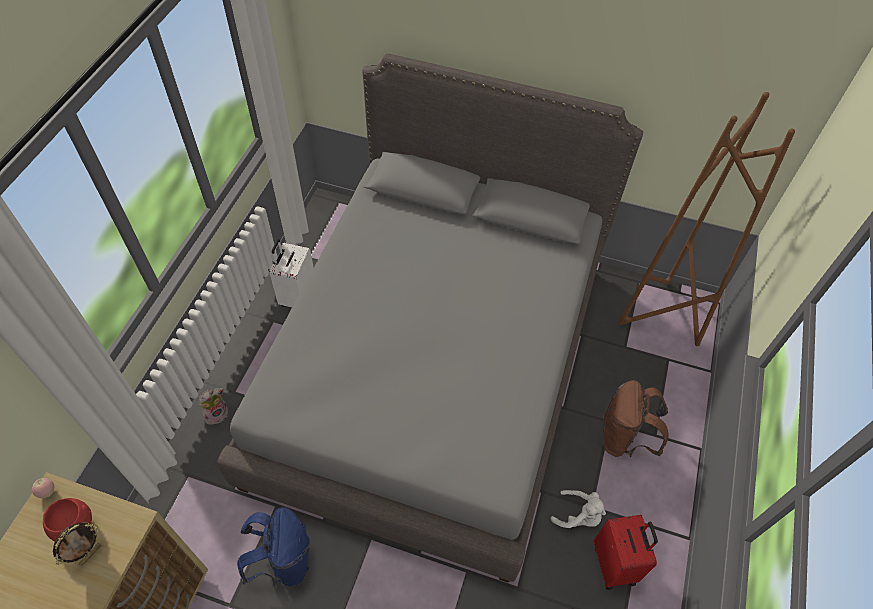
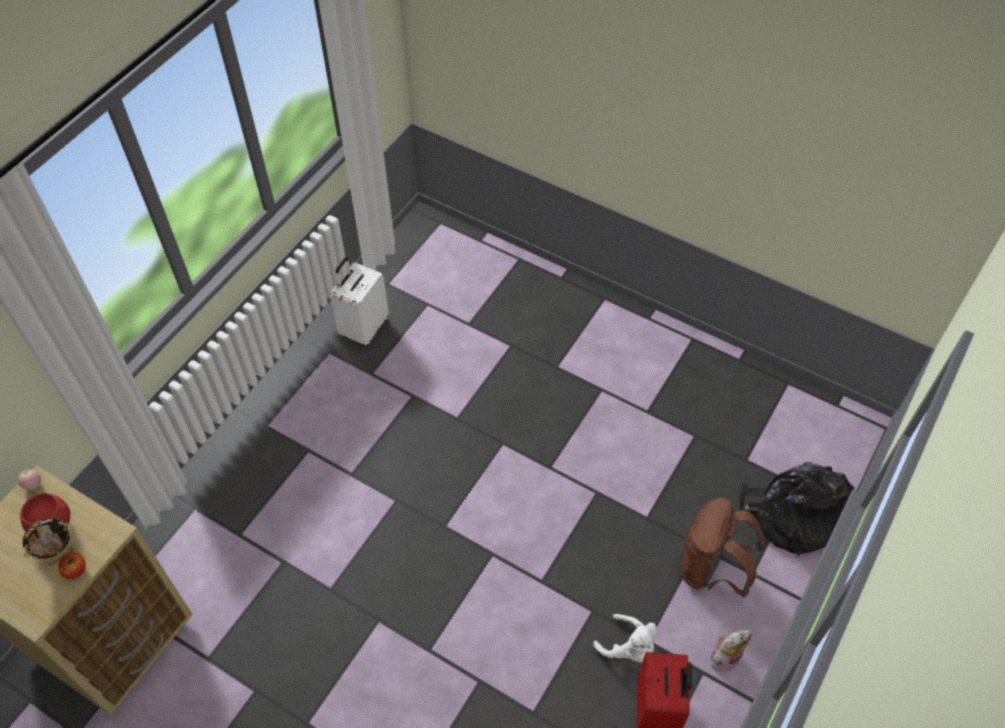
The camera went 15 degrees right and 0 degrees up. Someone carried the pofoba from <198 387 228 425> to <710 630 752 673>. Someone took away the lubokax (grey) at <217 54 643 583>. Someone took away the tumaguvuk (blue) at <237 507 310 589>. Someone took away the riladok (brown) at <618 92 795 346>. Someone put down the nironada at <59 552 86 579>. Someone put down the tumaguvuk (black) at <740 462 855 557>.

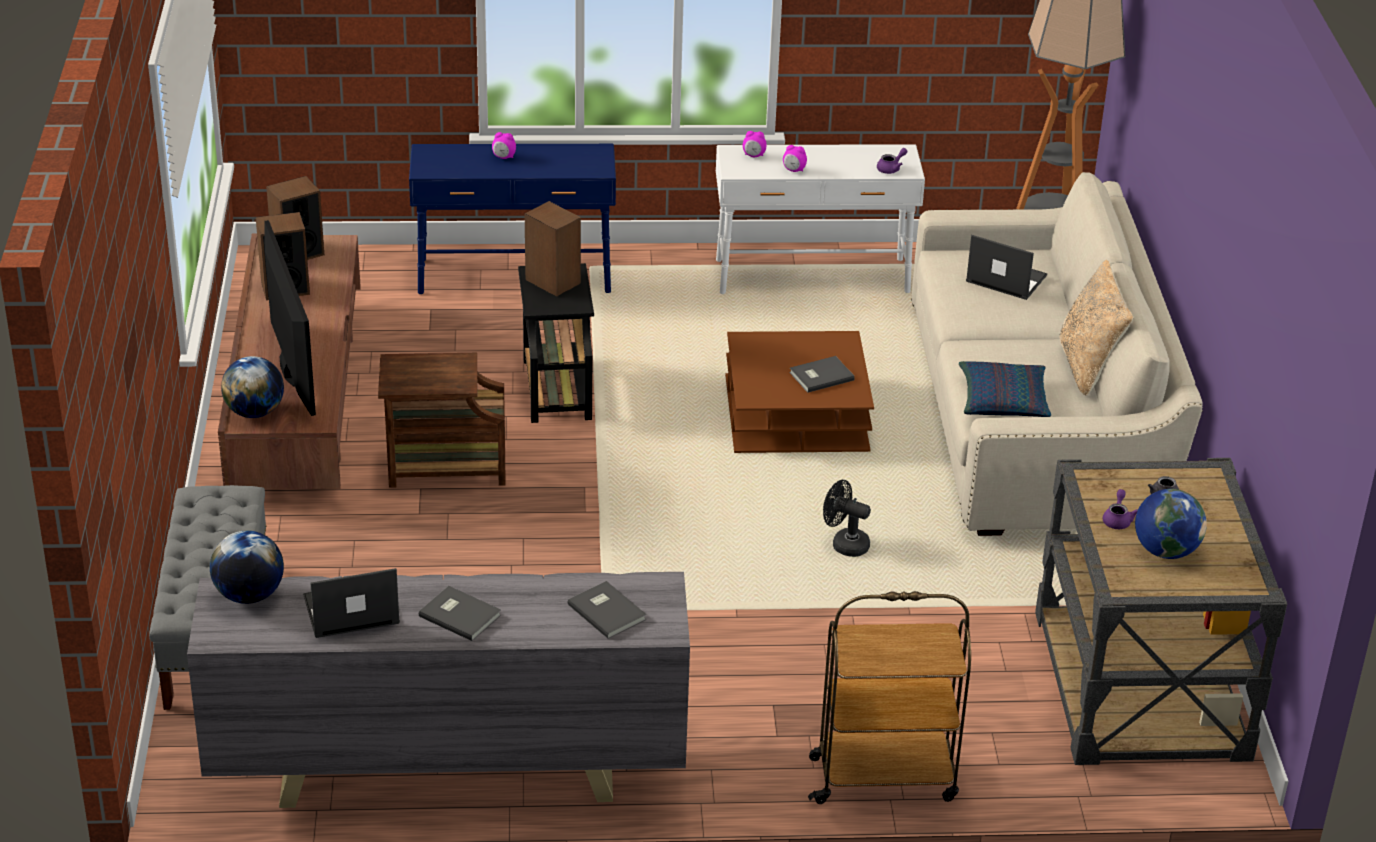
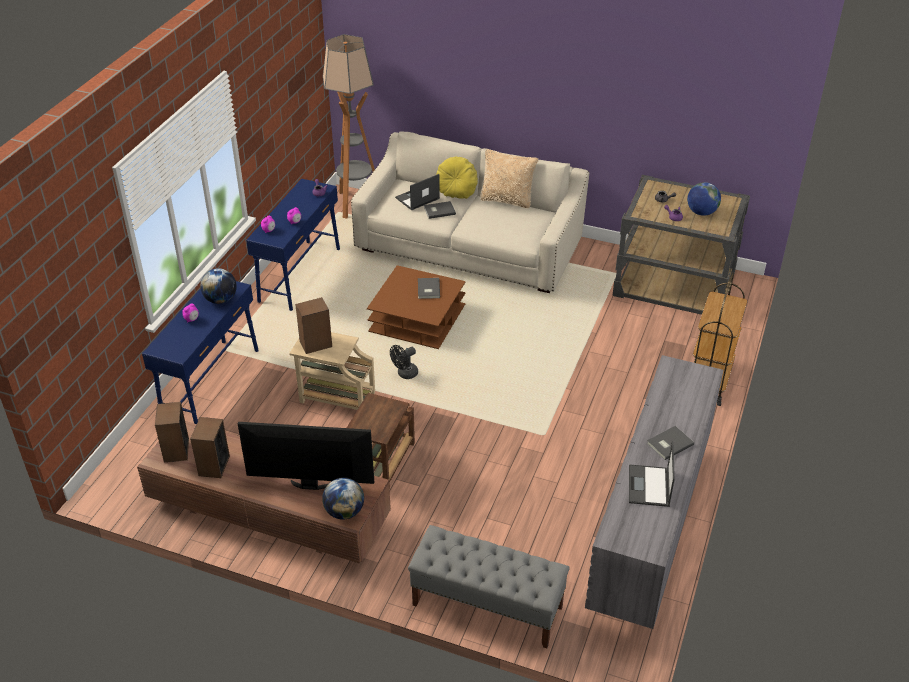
The camera went 65 degrees left and 5 degrees up. Someone carried the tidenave from <210 530 284 604> to <200 268 237 304>. Someone repainted the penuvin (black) at <518 263 594 423>, which became the penuvin (beige) at <289 332 375 410>. Someone carried the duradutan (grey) from <567 581 646 639> to <424 201 456 219>. Someone repainted the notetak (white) at <716 144 925 294>, which became the notetak (blue) at <246 179 340 311>. Someone carried the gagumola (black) from <823 480 871 557> to <390 345 418 379>. Someone took away the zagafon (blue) at <959 361 1051 417>. Someone put down the zagafon (yellow) at <436 157 478 199>.

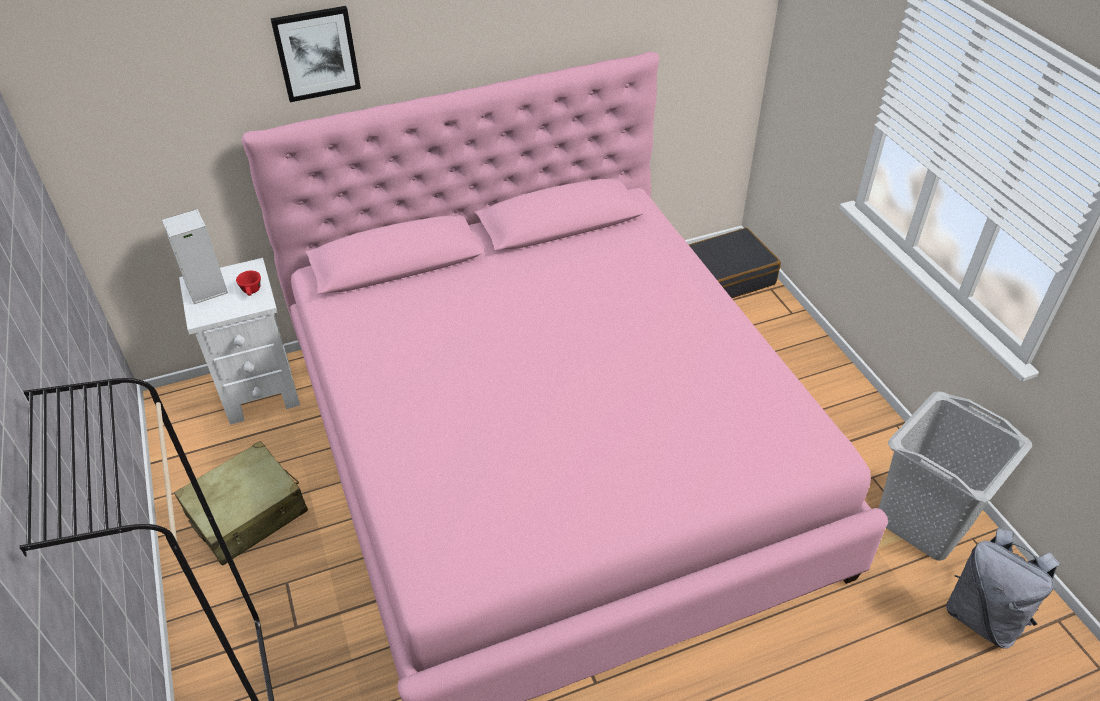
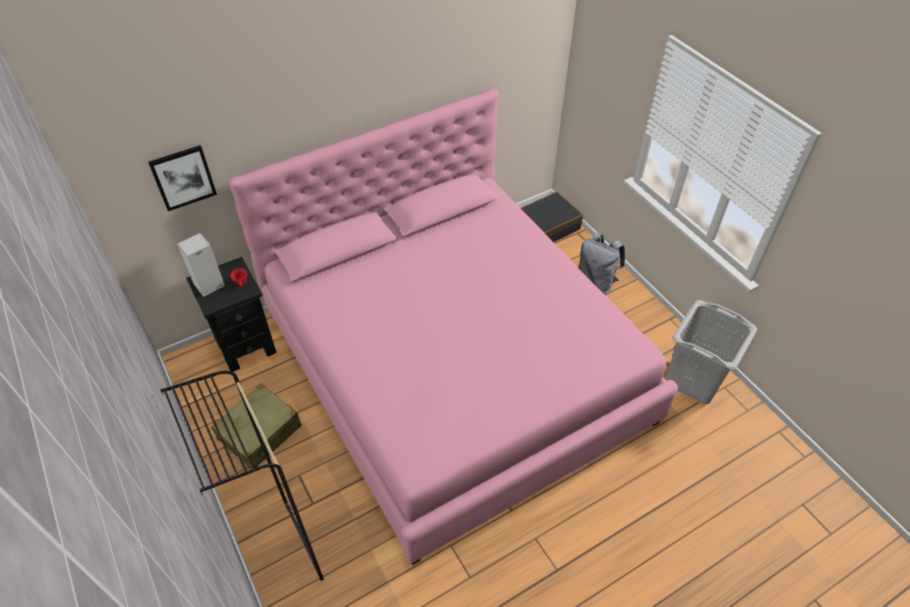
The camera went 10 degrees left and 5 degrees up. Someone repainted the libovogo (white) at <179 258 300 425>, which became the libovogo (black) at <186 257 277 372>. Someone carried the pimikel from <270 6 361 102> to <148 145 217 211>. Someone carried the tumaguvuk (grey) from <946 528 1060 649> to <579 233 625 295>.

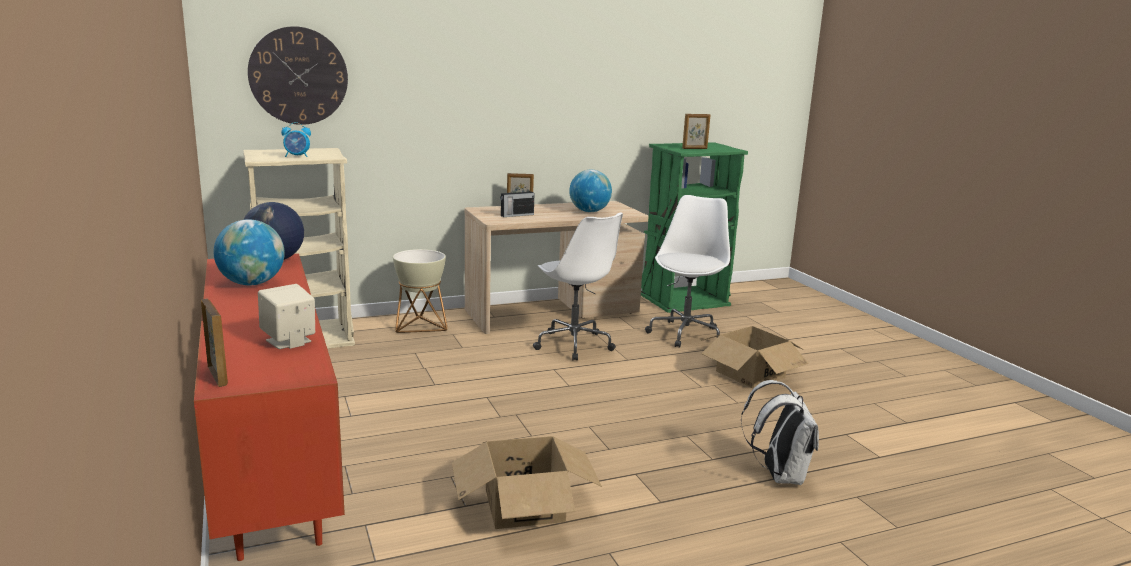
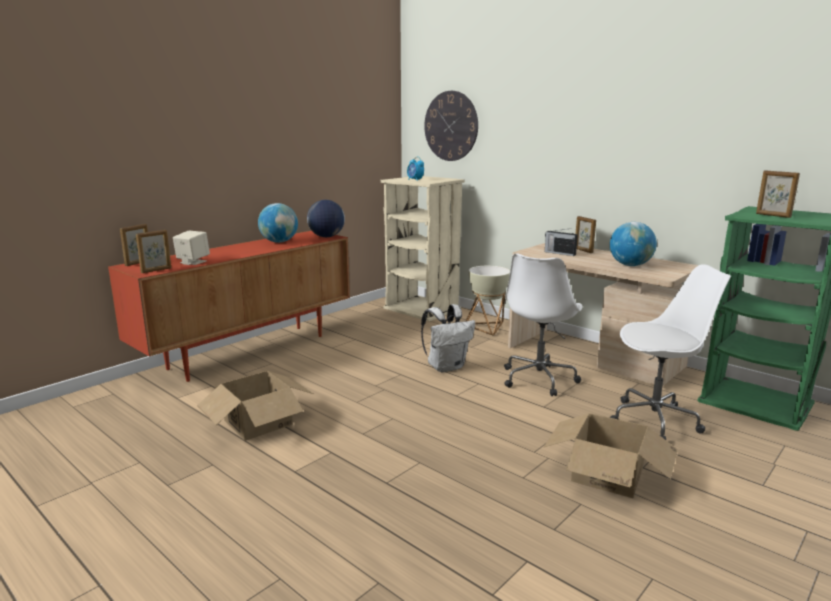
The camera went 65 degrees right and 0 degrees up. Someone carried the tumaguvuk (white) from <741 380 819 485> to <421 304 475 373>. Someone put down the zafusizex at <136 230 171 273>.

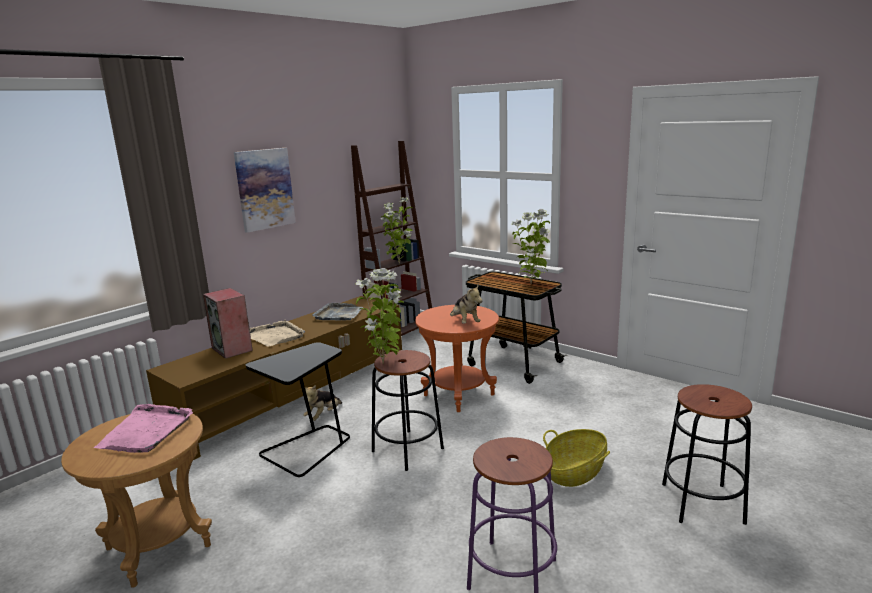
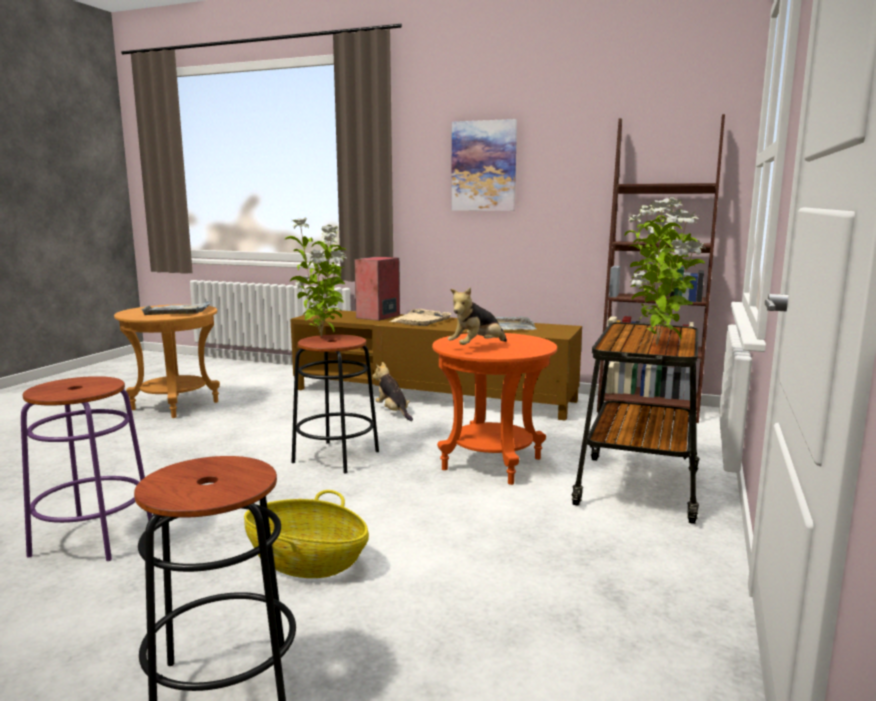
The camera went 70 degrees right and 5 degrees down. Someone repainted the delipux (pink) at <94 404 193 453>, which became the delipux (grey) at <141 301 211 315>. Someone took away the penuvin (black) at <246 342 350 477>. Someone rotated the pofoba at <303 385 342 421> by 45 degrees clockwise.

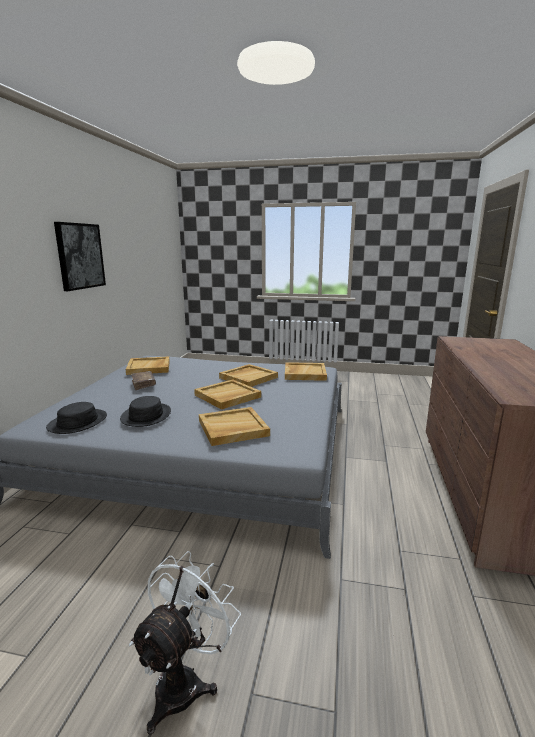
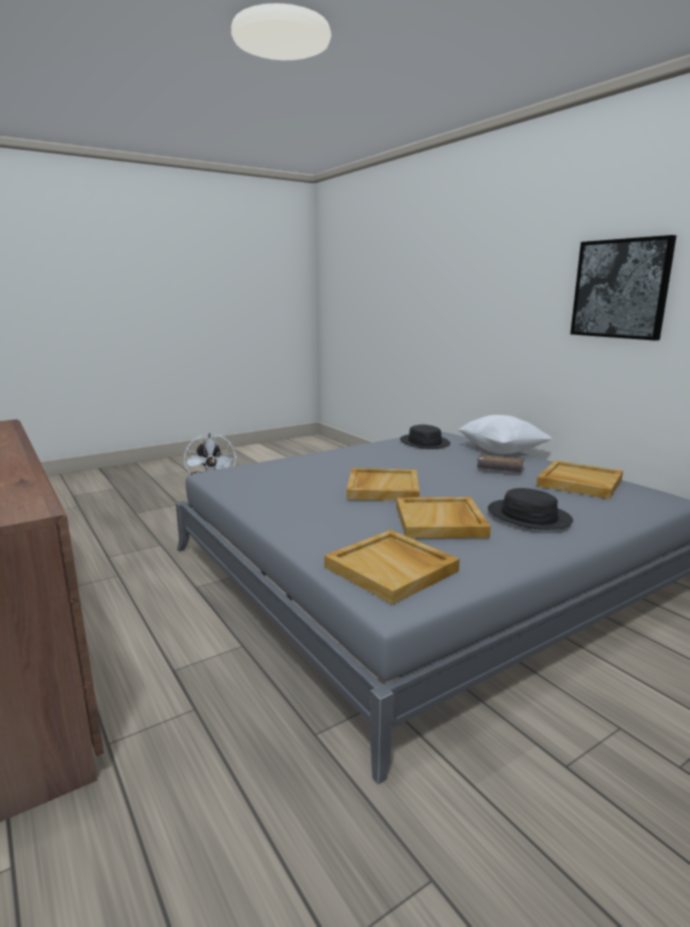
The camera went 135 degrees right and 0 degrees up. Someone carried the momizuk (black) from <120 396 171 427> to <488 488 573 530>. Someone took away the delipux (beige) at <199 407 270 446>. Someone put down the zagafon (white) at <458 415 552 454>.

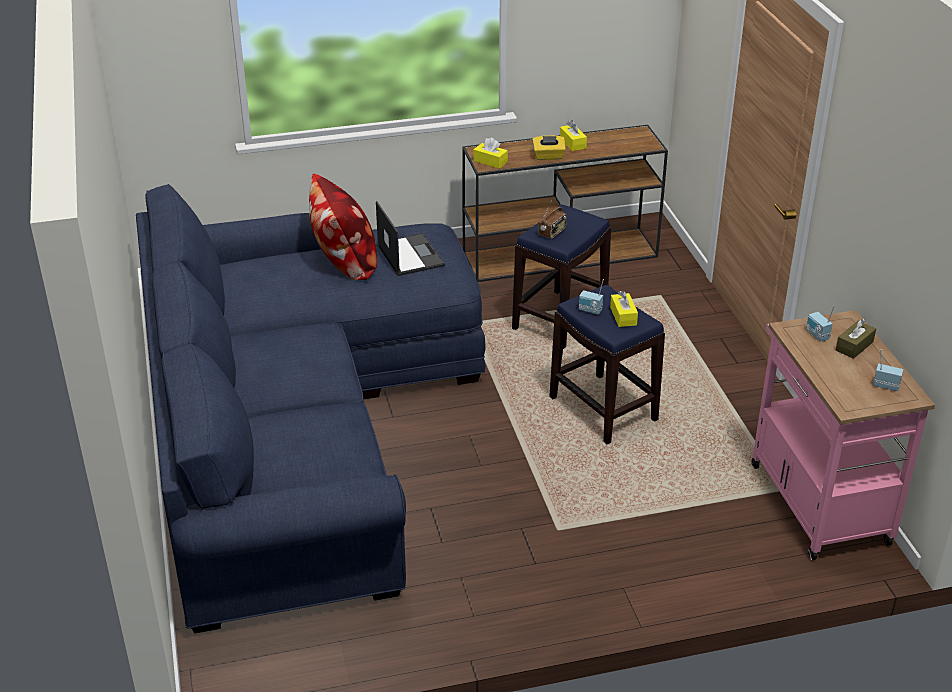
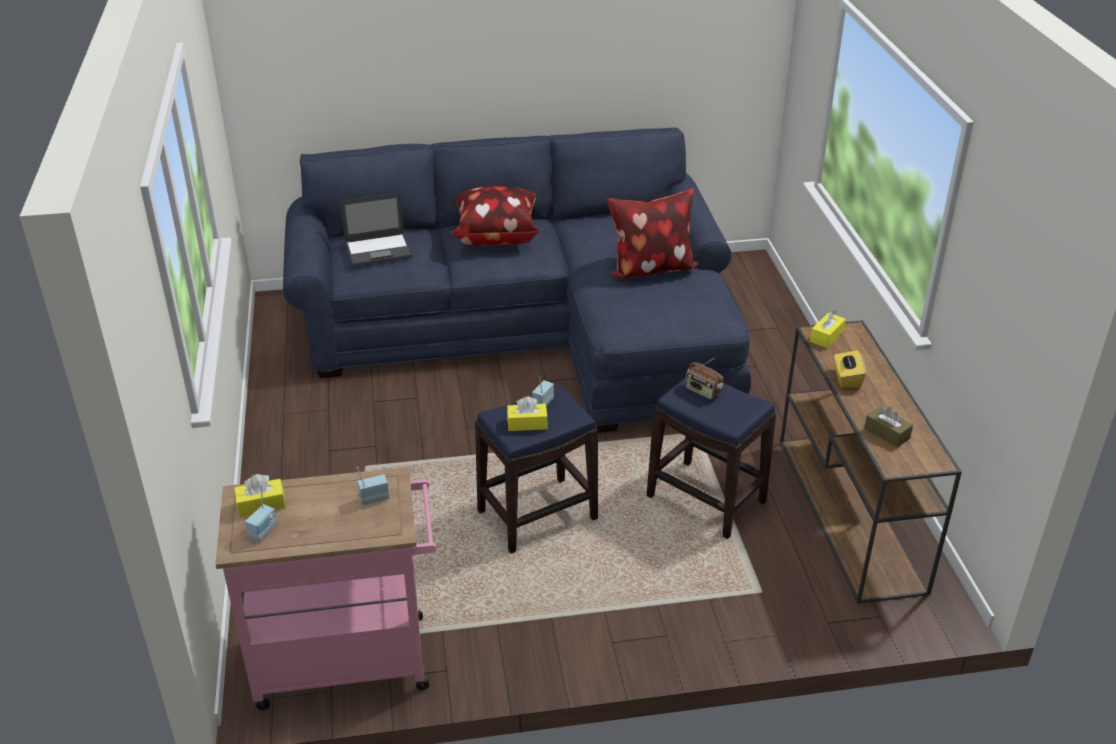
The camera went 95 degrees right and 0 degrees up. Someone carried the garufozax from <376 201 445 276> to <340 193 413 267>. Someone carried the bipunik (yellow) from <560 120 587 151> to <234 474 286 517>. Someone carried the bipunik (brown) from <836 319 876 359> to <864 407 913 448>. Someone put down the zagafon at <451 186 540 245>.

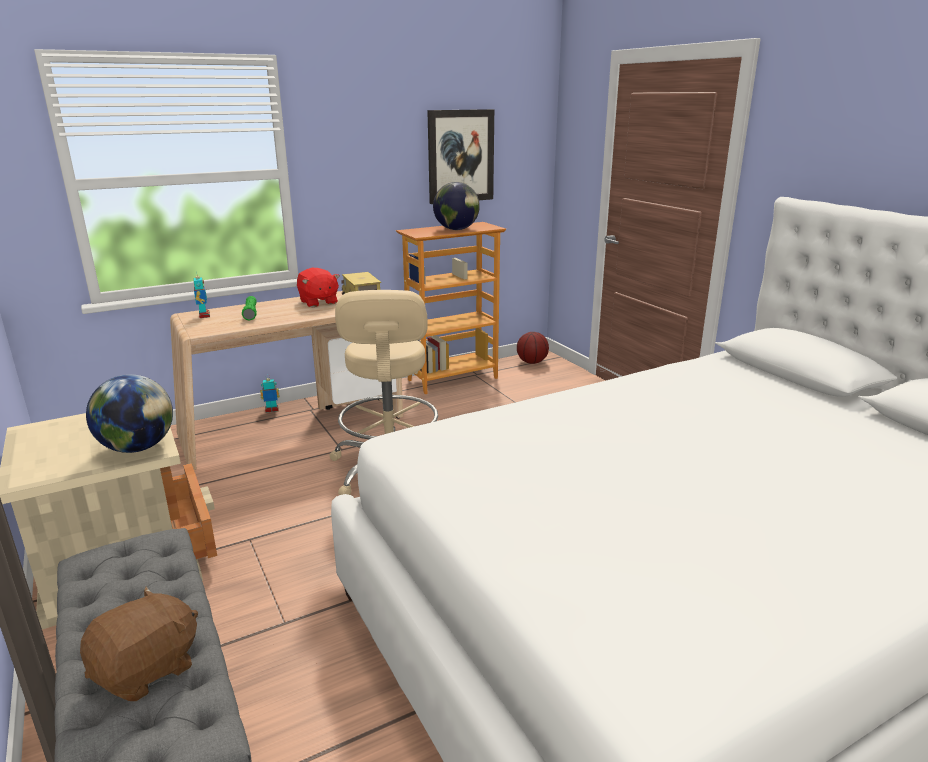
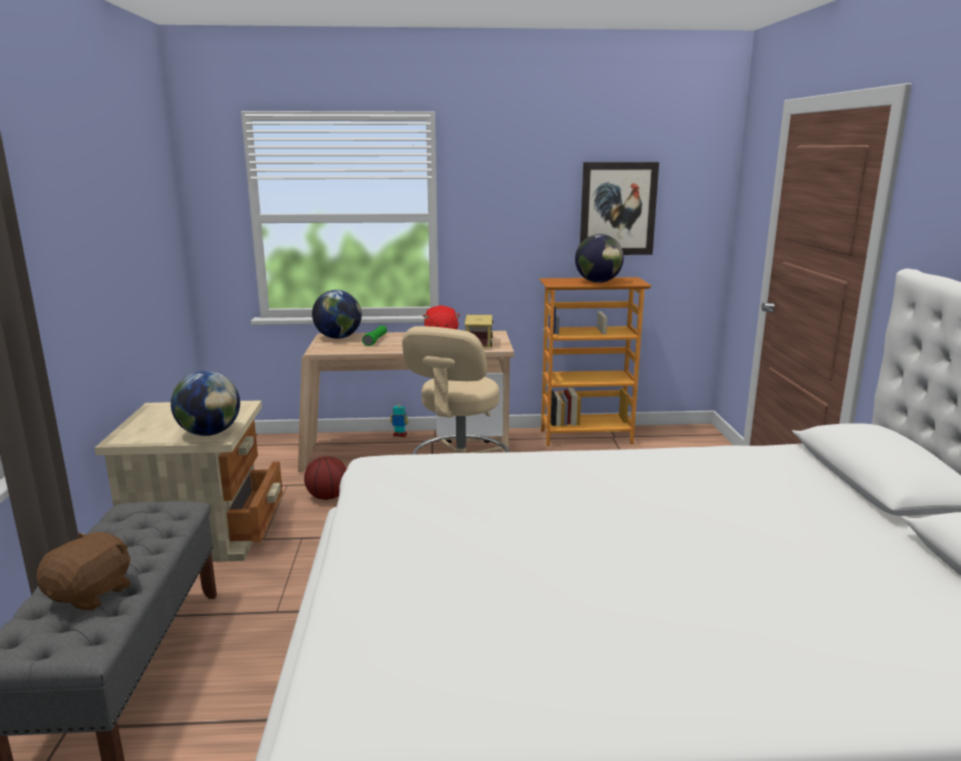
The camera went 25 degrees right and 5 degrees down. Someone rotated the pofoba (brown) at <80 587 198 701> by 45 degrees counterclockwise. Someone swapped the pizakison at <193 276 210 318> for the tidenave at <312 290 362 339>. Someone carried the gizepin from <517 332 549 364> to <304 456 347 500>.

